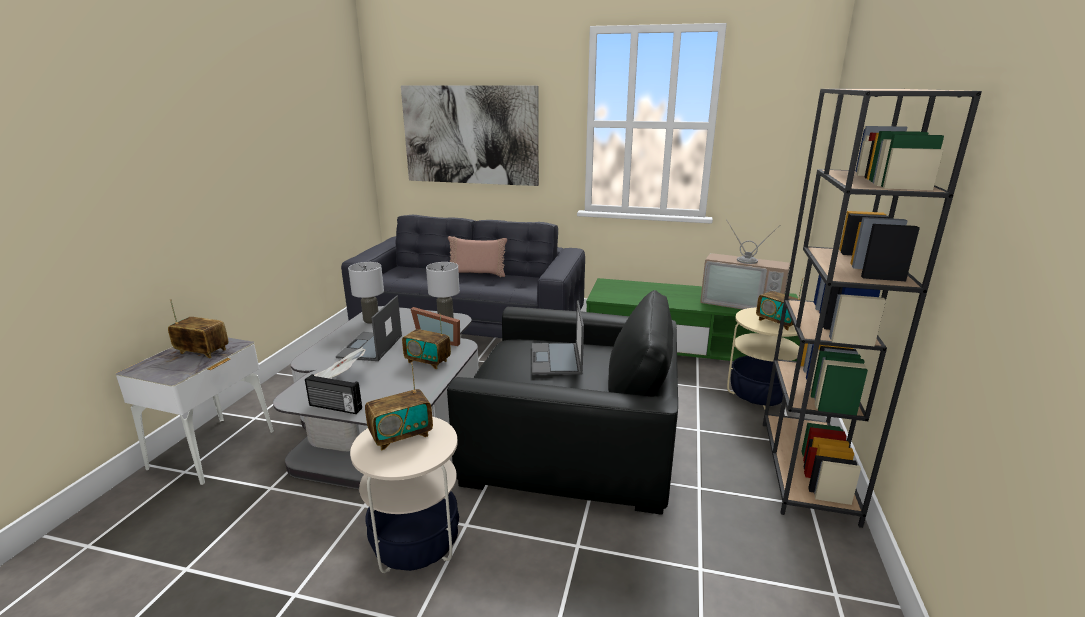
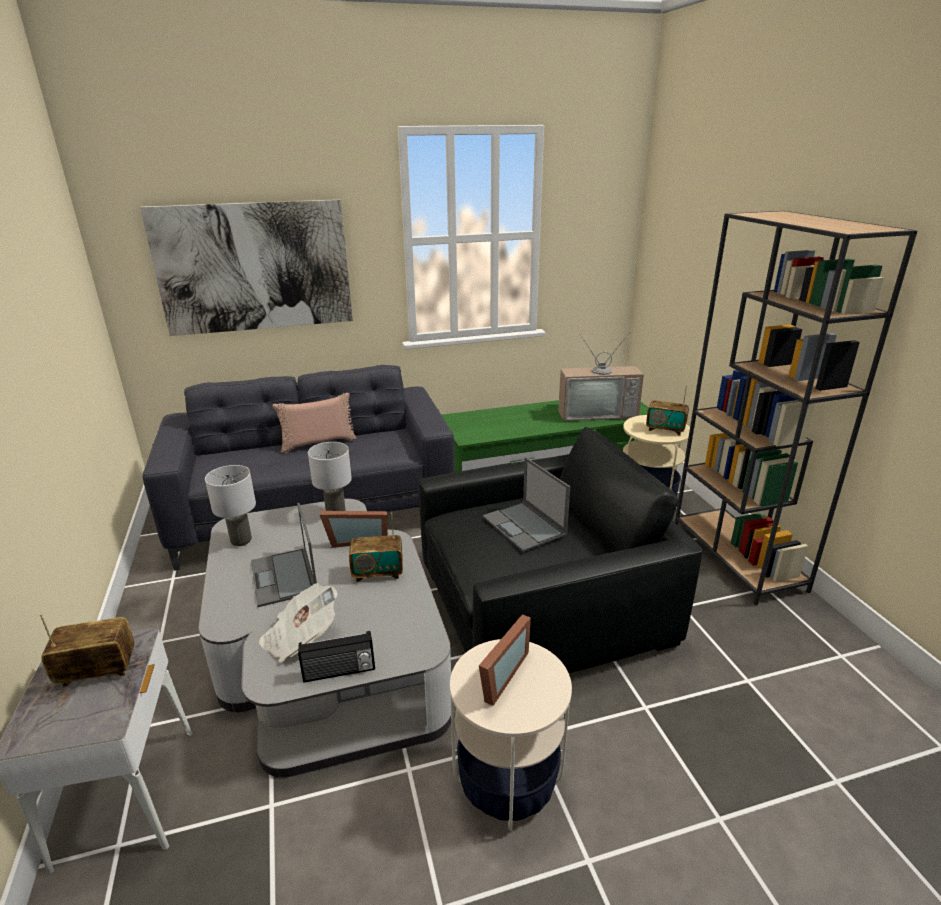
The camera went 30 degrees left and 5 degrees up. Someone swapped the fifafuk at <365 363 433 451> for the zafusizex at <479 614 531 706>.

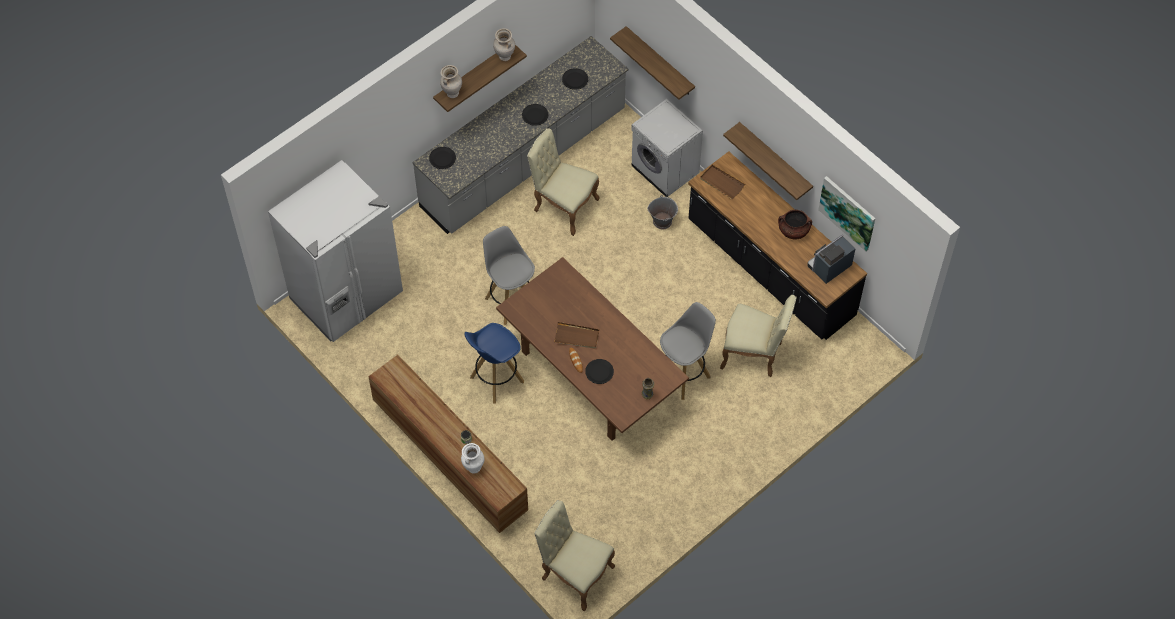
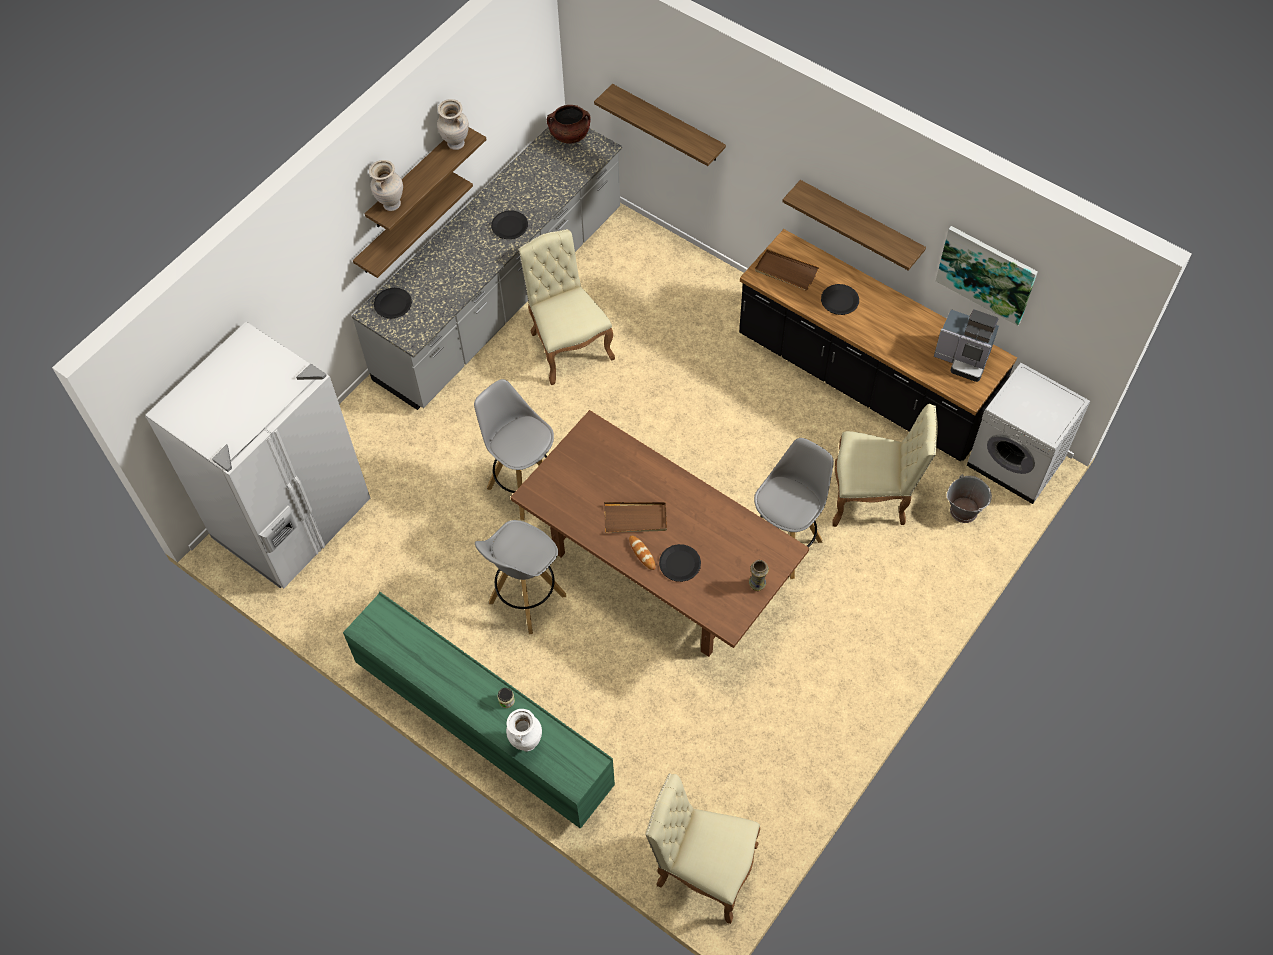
The camera went 10 degrees left and 0 degrees up. Someone repainted the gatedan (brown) at <368 354 528 533>, which became the gatedan (green) at <343 592 615 829>. Someone repainted the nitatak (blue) at <465 323 524 403>, which became the nitatak (grey) at <475 520 566 634>. Someone rotated the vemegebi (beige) at <527 128 600 236> by 45 degrees clockwise. Someone carried the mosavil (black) from <562 68 588 90> to <821 284 859 315>. Someone carried the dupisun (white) from <631 99 703 197> to <967 363 1090 504>. Someone carried the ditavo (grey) from <647 195 678 229> to <947 474 992 523>. Someone carried the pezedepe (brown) from <778 210 812 239> to <547 105 591 143>. Someone rotated the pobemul at <807 235 856 284> by 105 degrees counterclockwise. Someone put up the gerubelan at <353 172 473 278>.

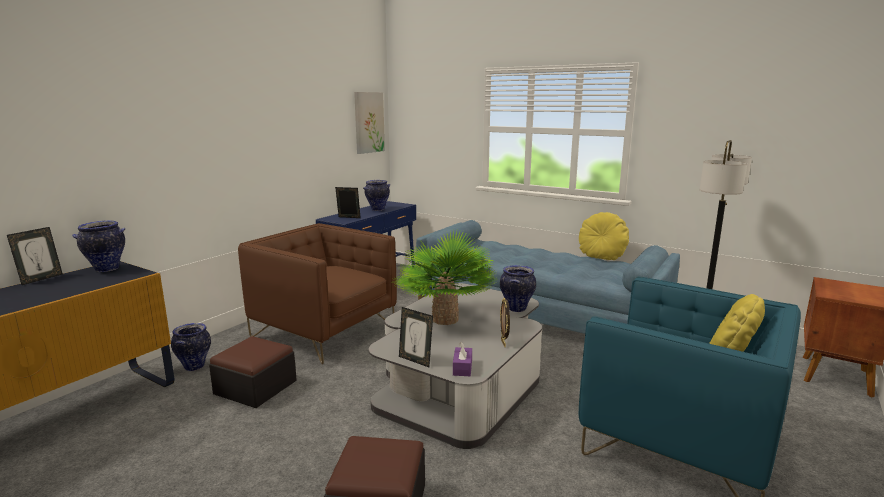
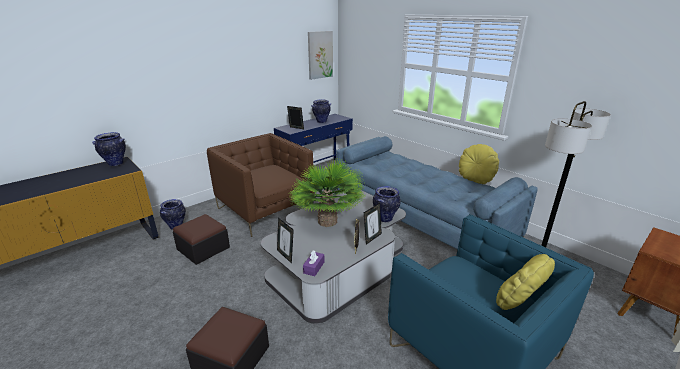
The camera went 15 degrees right and 10 degrees up. Someone carried the zafusizex from <7 227 63 285> to <364 203 382 245>.

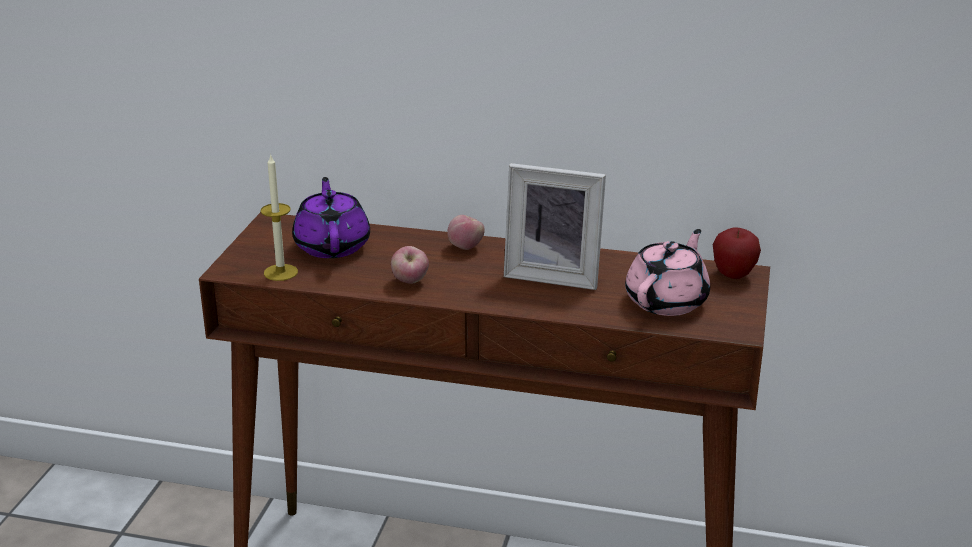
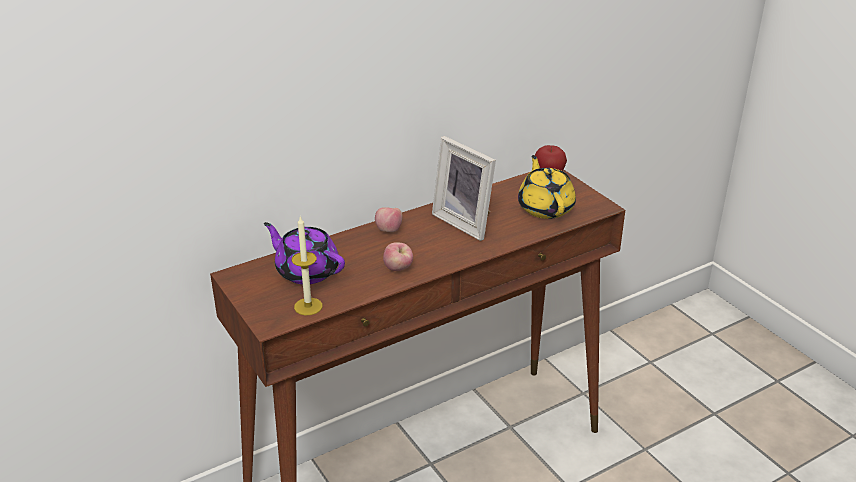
The camera went 45 degrees left and 5 degrees up. Someone rotated the zafusizex at <504 163 606 290> by 75 degrees clockwise. Someone repainted the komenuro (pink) at <625 229 710 316>, which became the komenuro (yellow) at <518 155 576 219>.

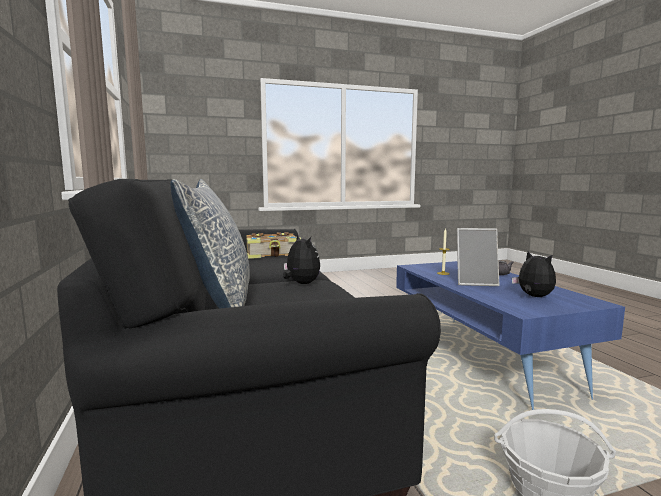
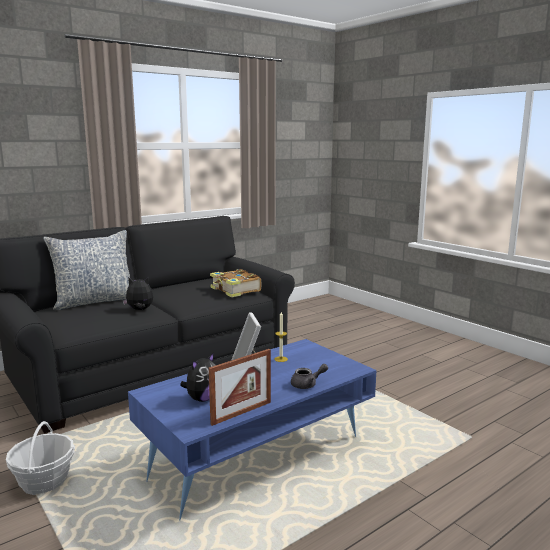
The camera went 70 degrees right and 5 degrees up. Someone rotated the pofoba at <283 234 320 284> by 135 degrees counterclockwise. Someone put down the zafusizex at <209 349 271 426>.

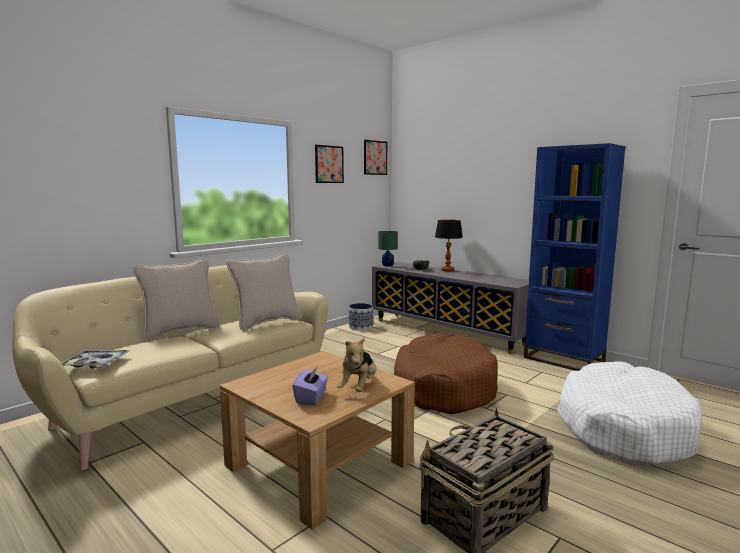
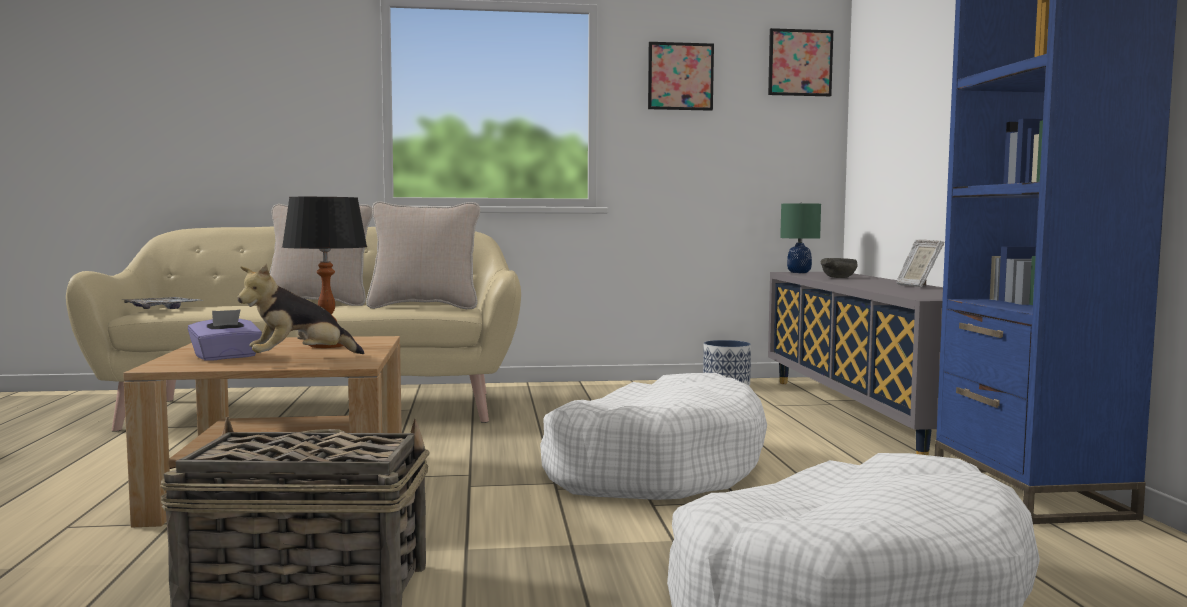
The camera went 40 degrees right and 5 degrees down. Someone repainted the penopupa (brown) at <394 333 498 414>, which became the penopupa (white) at <540 373 767 500>. Someone carried the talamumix from <435 220 463 272> to <282 197 367 348>. Someone put down the zafusizex at <896 239 945 287>.

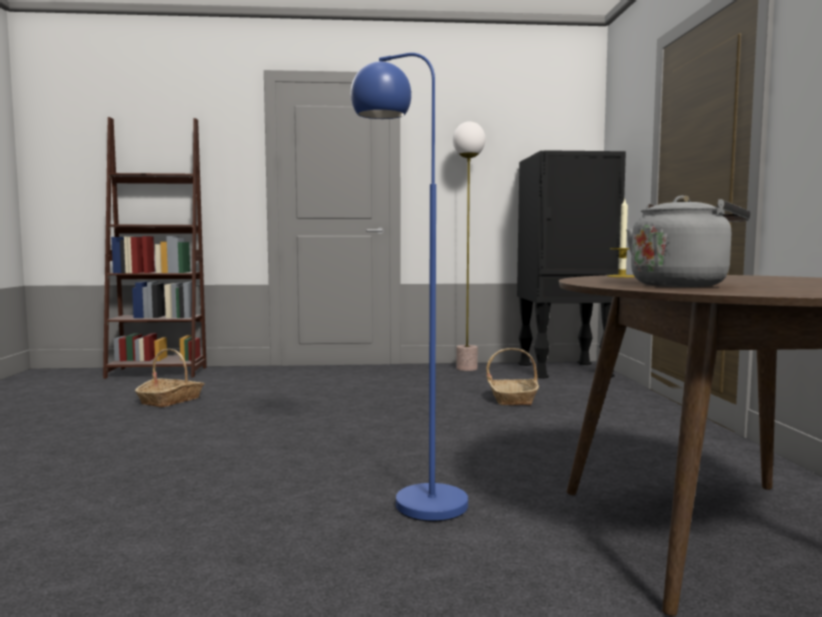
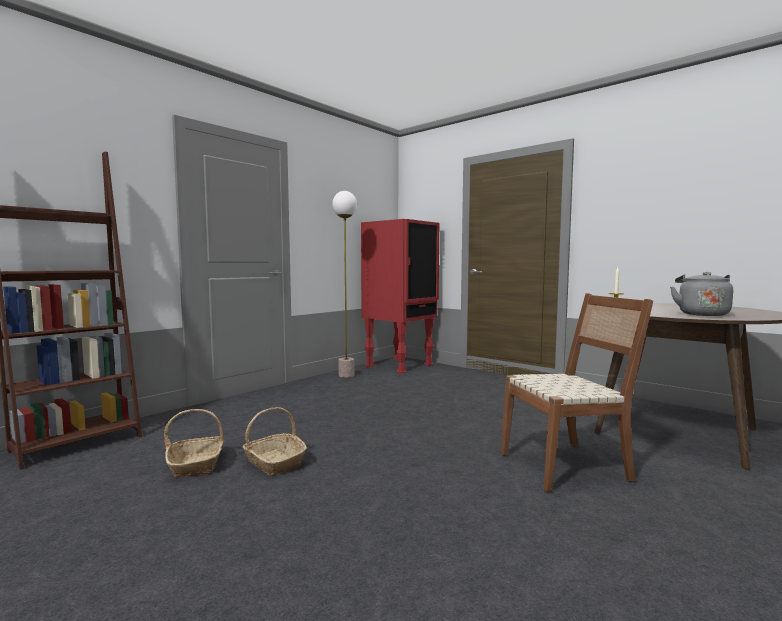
The camera went 45 degrees left and 0 degrees up. Someone swapped the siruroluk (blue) at <351 53 468 522> for the vemegebi at <501 293 653 492>. Someone carried the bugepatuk from <486 348 539 405> to <242 407 307 475>. Someone repainted the gatedan (black) at <517 150 626 379>, which became the gatedan (red) at <361 219 439 373>.

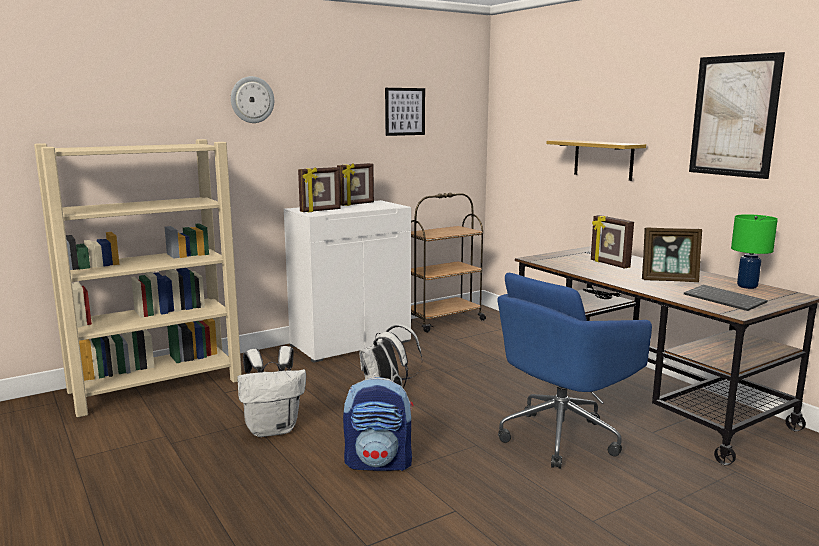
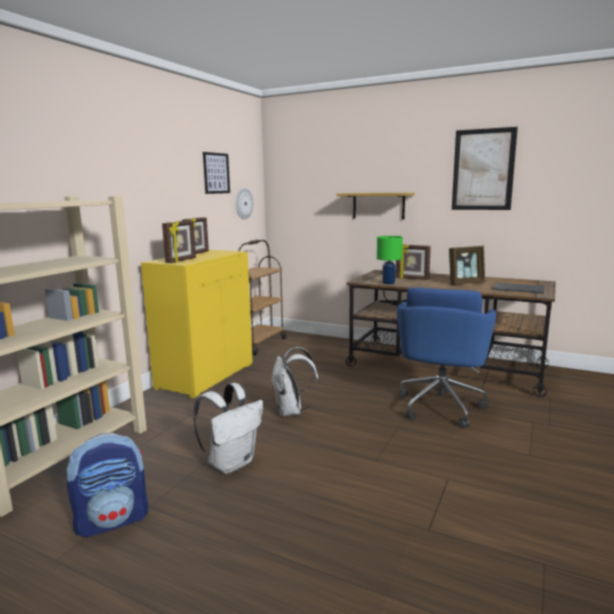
The camera went 30 degrees left and 0 degrees up. Someone carried the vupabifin from <231 76 274 123> to <236 188 253 219>. Someone repainted the gatedan (white) at <284 200 411 363>, which became the gatedan (yellow) at <141 250 253 399>. Someone carried the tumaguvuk from <343 377 413 471> to <66 433 148 537>. Someone carried the talamumix (green) from <731 214 778 289> to <377 236 403 284>.

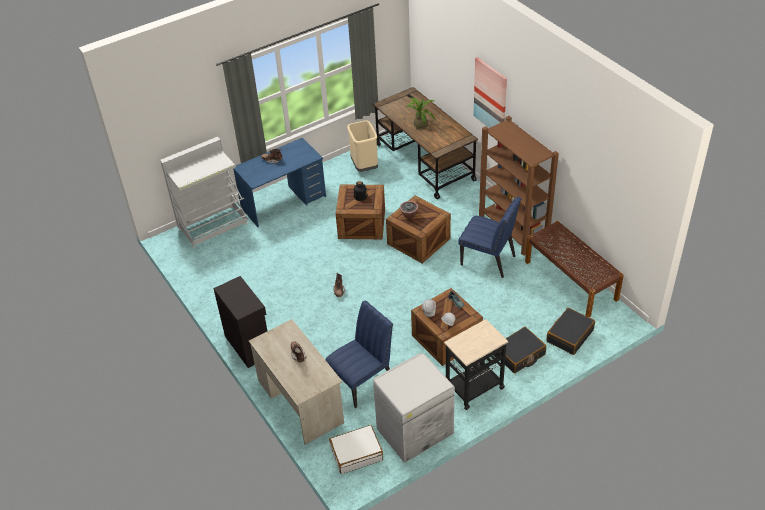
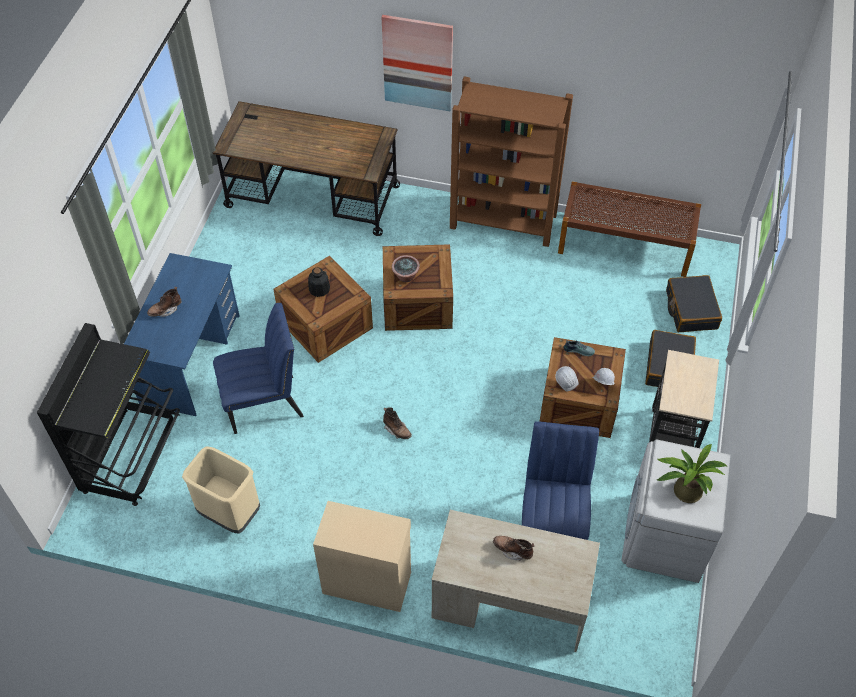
The camera went 45 degrees left and 10 degrees up. Someone repainted the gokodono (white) at <160 137 248 248>, which became the gokodono (black) at <37 323 180 506>. Someone repainted the gatedan (black) at <213 276 267 368>, which became the gatedan (beige) at <313 501 411 612>. Someone took away the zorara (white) at <329 425 383 474>. Someone carried the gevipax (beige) from <347 120 378 172> to <182 446 260 534>. Someone carried the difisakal from <406 97 436 129> to <656 444 728 503>. Someone carried the vemegebi (blue) from <458 196 521 278> to <213 303 304 434>.

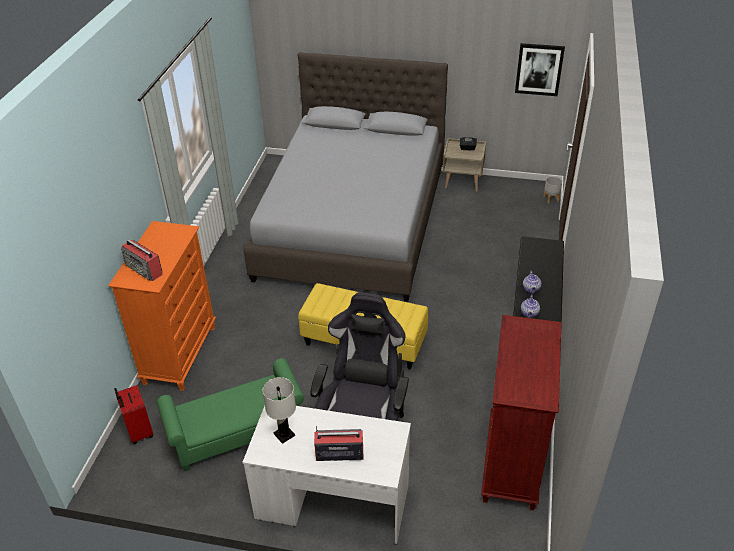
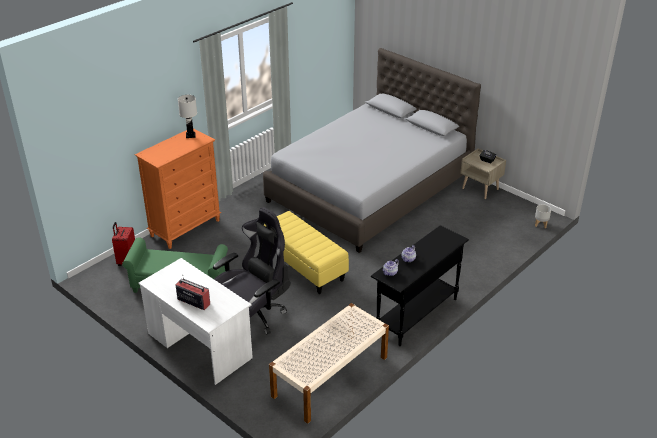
The camera went 30 degrees right and 5 degrees down. Someone took away the fifafuk at <121 239 163 281>. Someone carried the talamumix (white) from <263 377 296 444> to <178 95 197 138>. Someone swapped the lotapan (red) at <481 315 561 511> for the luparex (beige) at <269 303 389 424>. Someone took away the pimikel at <515 43 565 96>.

